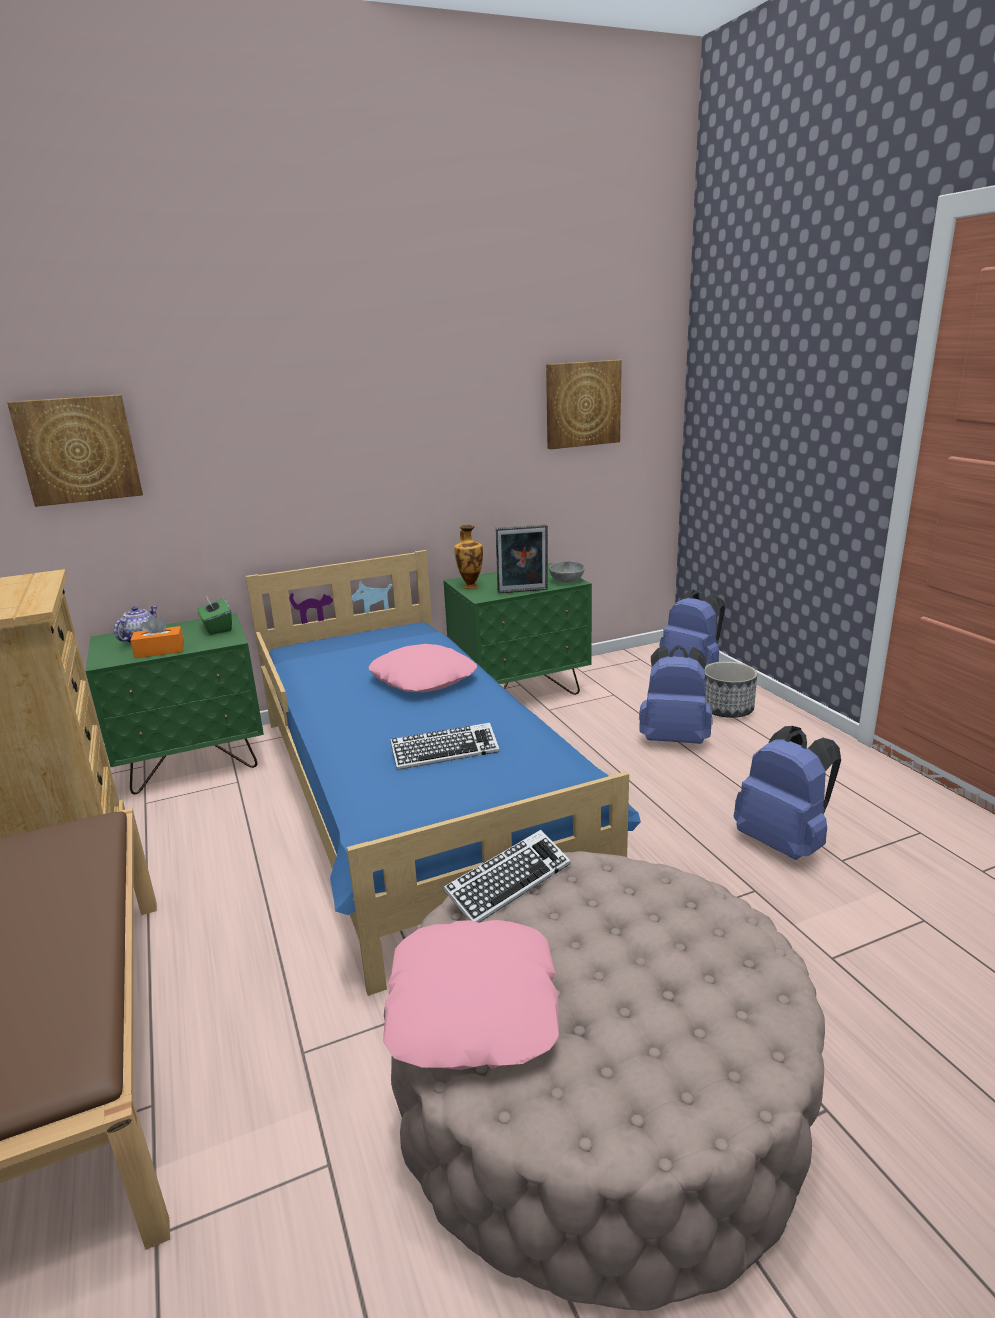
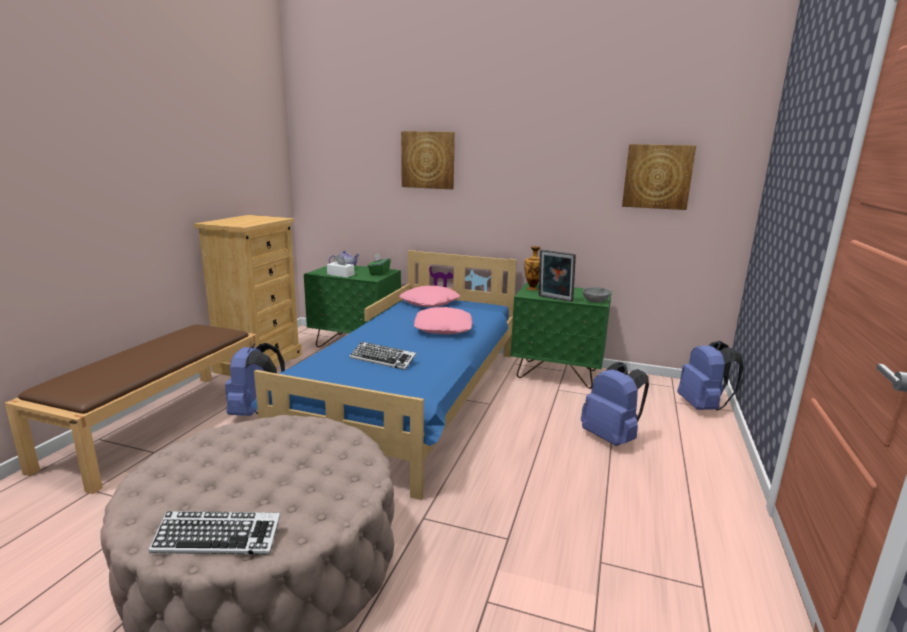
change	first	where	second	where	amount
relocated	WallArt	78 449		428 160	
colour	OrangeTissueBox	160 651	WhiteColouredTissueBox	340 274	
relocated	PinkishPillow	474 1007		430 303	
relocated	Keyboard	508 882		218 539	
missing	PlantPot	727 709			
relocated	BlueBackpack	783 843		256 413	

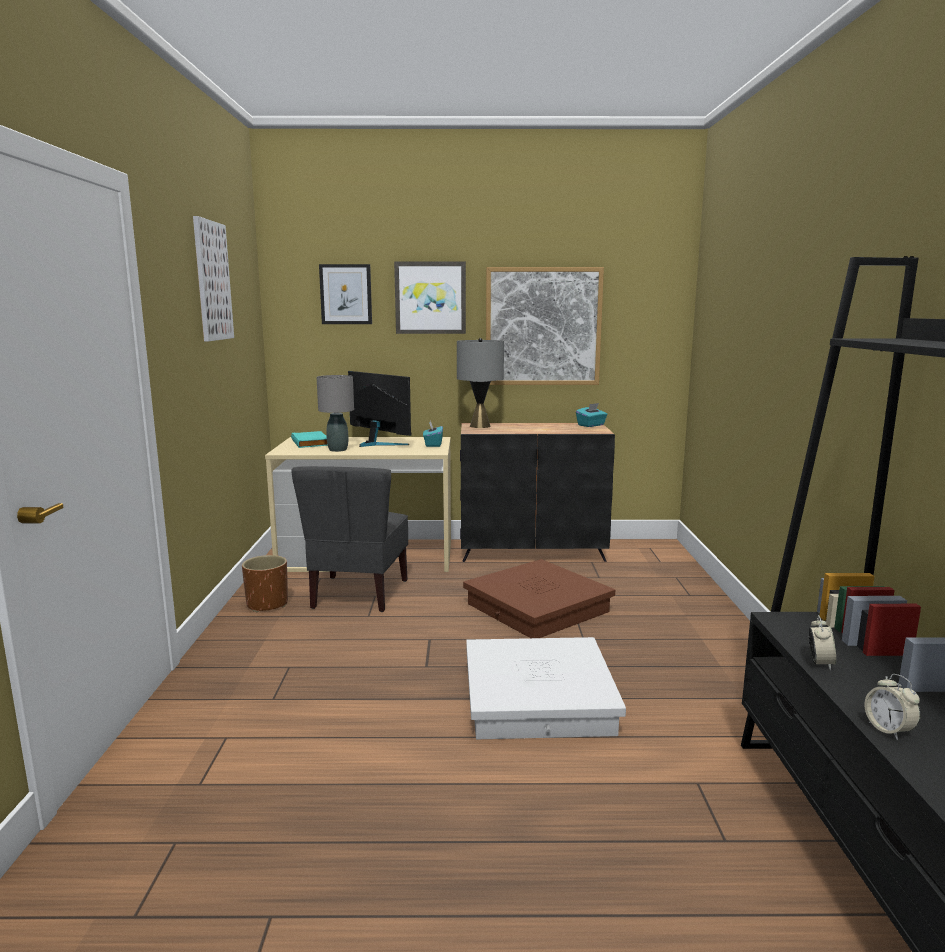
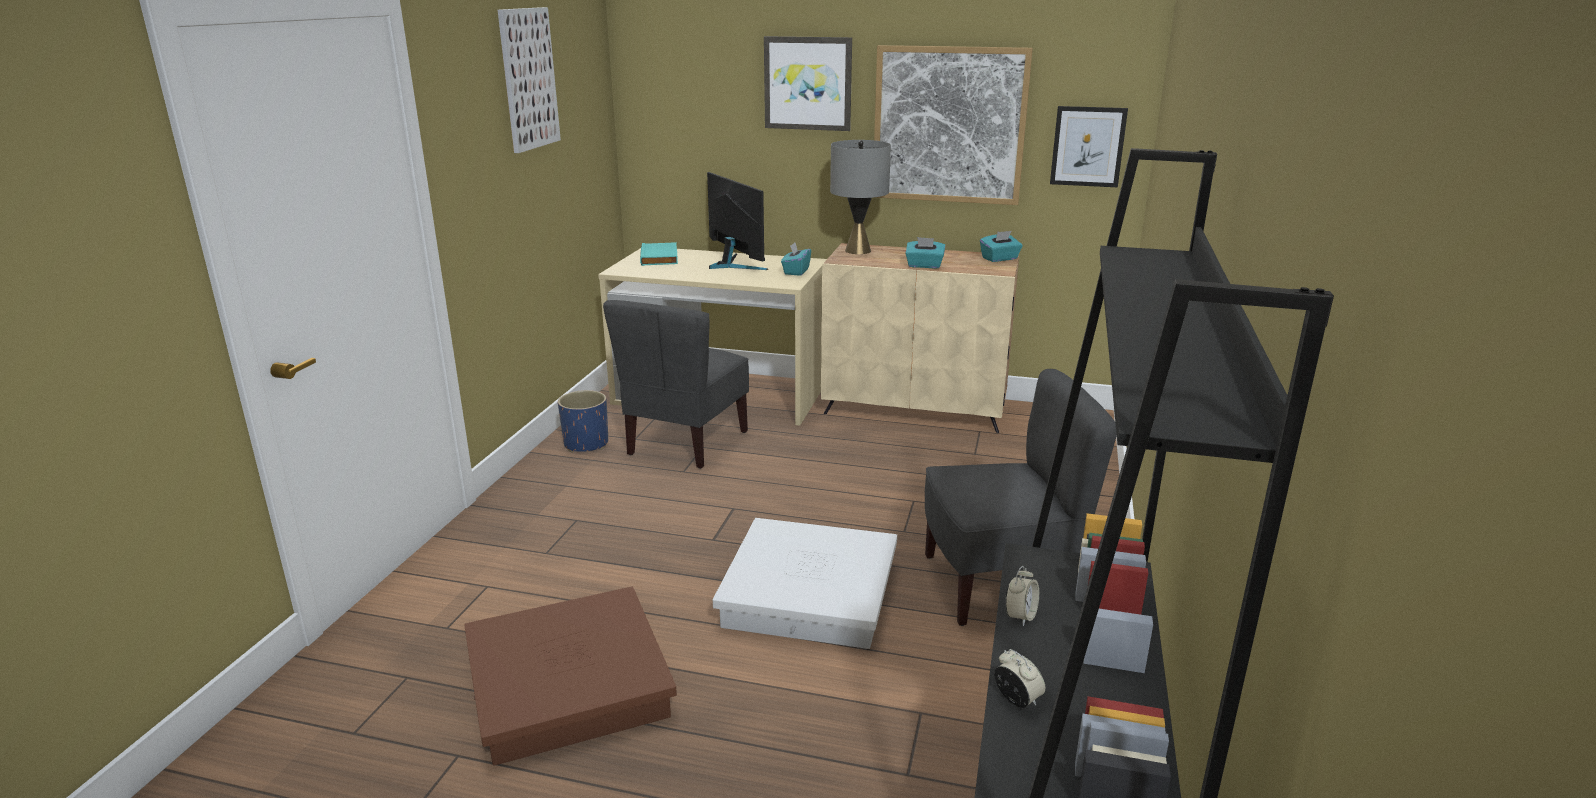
change	first	where	second	where	amount
colour	BrownPlantPot	267 604	BluePlantPot	586 444	
missing	GreyTableLamp	338 449			
relocated	WallArt	346 294		1087 146	
colour	BlackColouredCabinet	532 551	BeigeCabinet	915 409	
relocated	BrownStorageBin	537 607		568 684	
spun	BedsideClock	888 729		1017 700	150 degrees clockwise
appeared			TurquoiseColouredTissueBox	924 265	
appeared			GreyUprightChair	999 584	

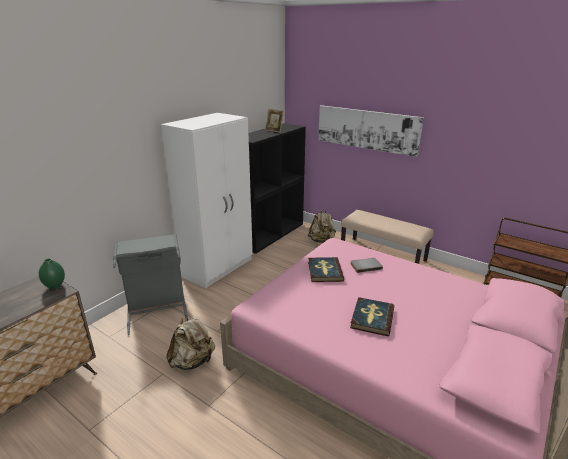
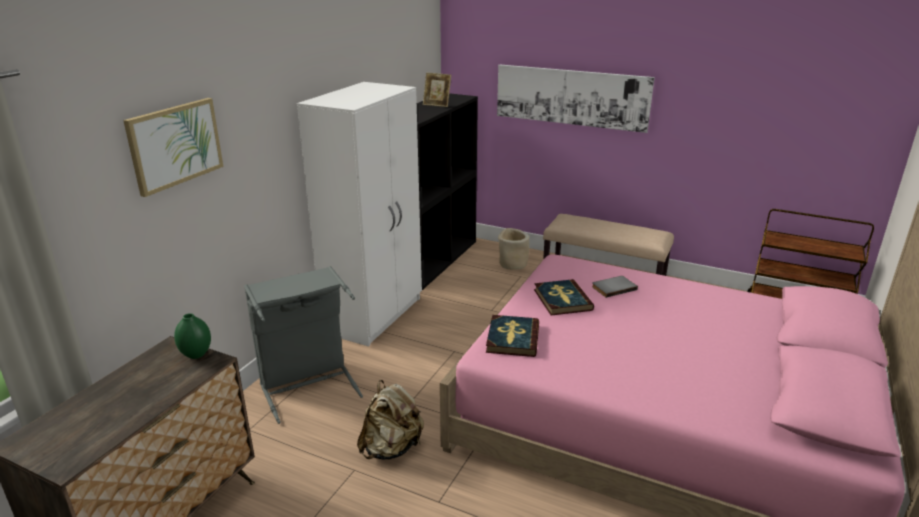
change	first	where	second	where	amount
exchanged	BeigeBackpack	322 241	BeigePlantPot	512 264	
relocated	Volume	372 318		512 338	
appeared			WallArt	175 145	

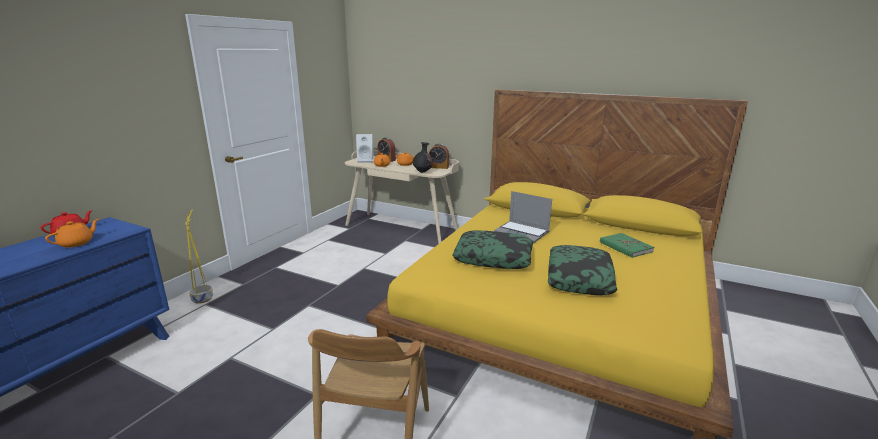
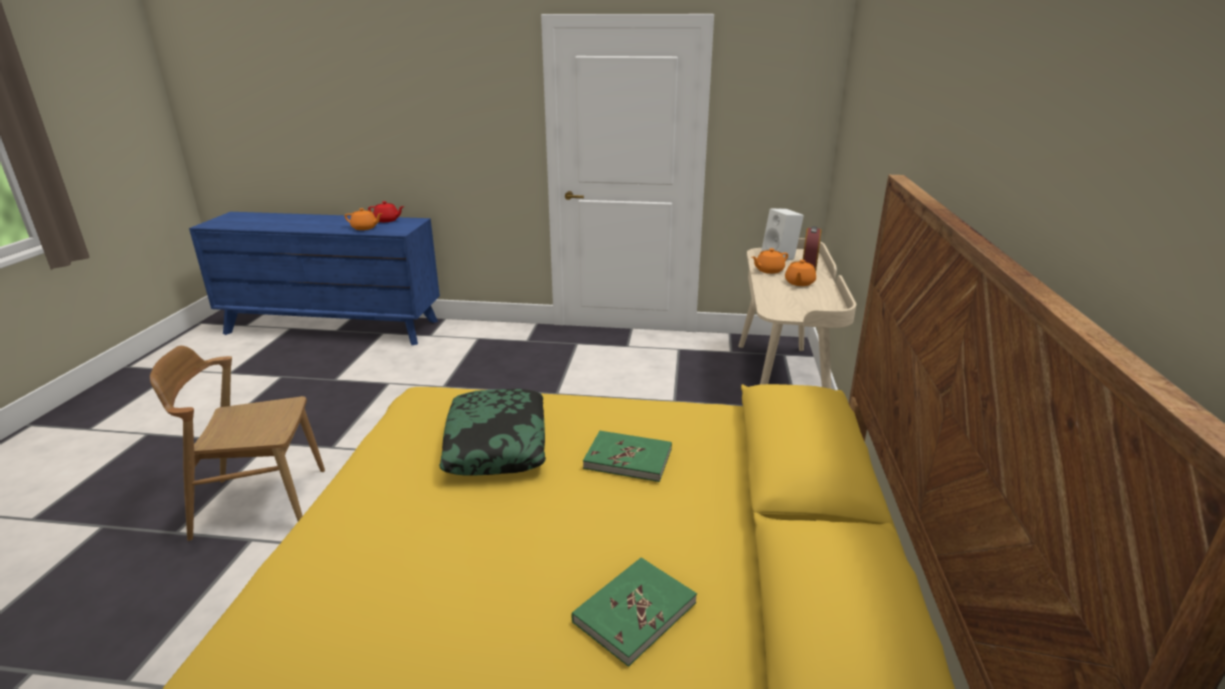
change	first	where	second	where	amount
missing	YellowPlantPot	203 299			
missing	BlackColouredDecorativeVase	423 172			
missing	BedsideClock	438 167			
exchanged	Laptop	522 232	GreenishVolume	628 459	
missing	Pillow	579 278			

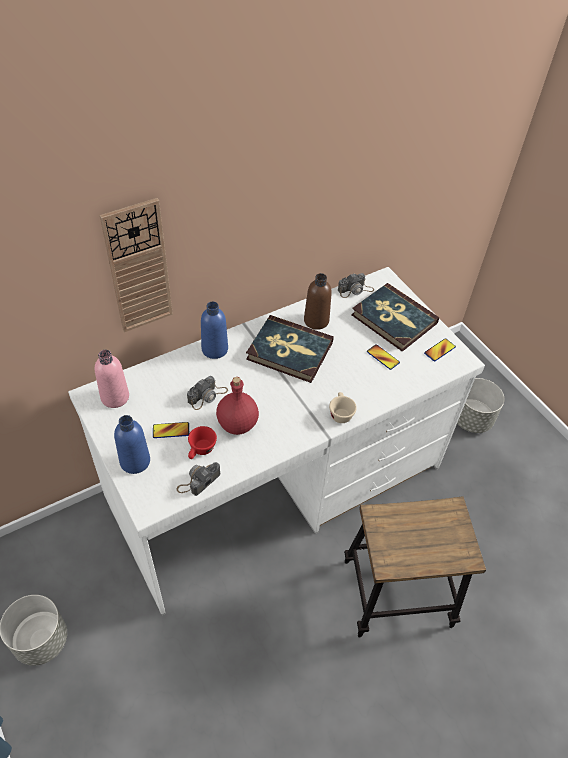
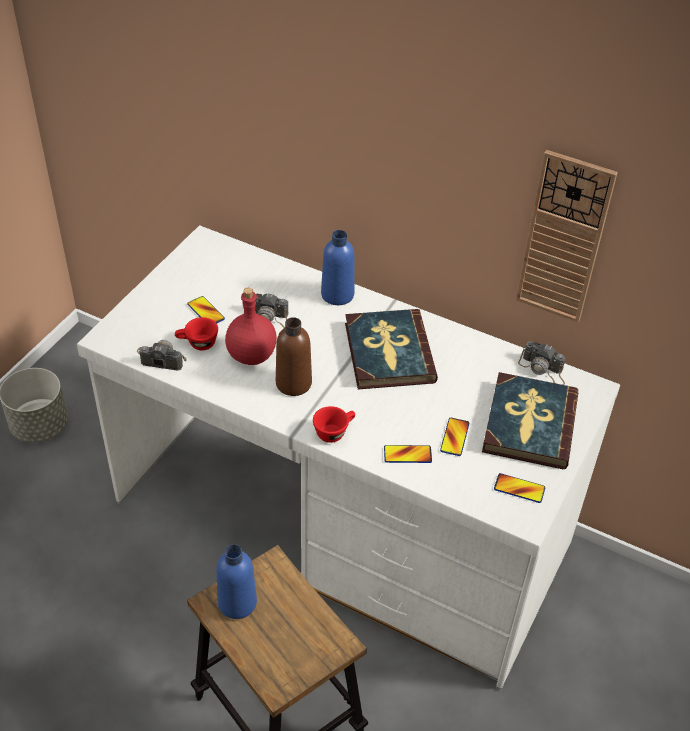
change	first	where	second	where	amount
missing	PinkishBottle	115 397			
relocated	HangingClock	138 268		564 239	
relocated	BlueBottle	135 461		237 603	
relocated	BrownBottle	316 321		293 383	
colour	BeigeSmallCup	340 413	ReddishSmallCup	334 431	
missing	GreyPlantPot	472 419			
appeared			Handset	407 455	

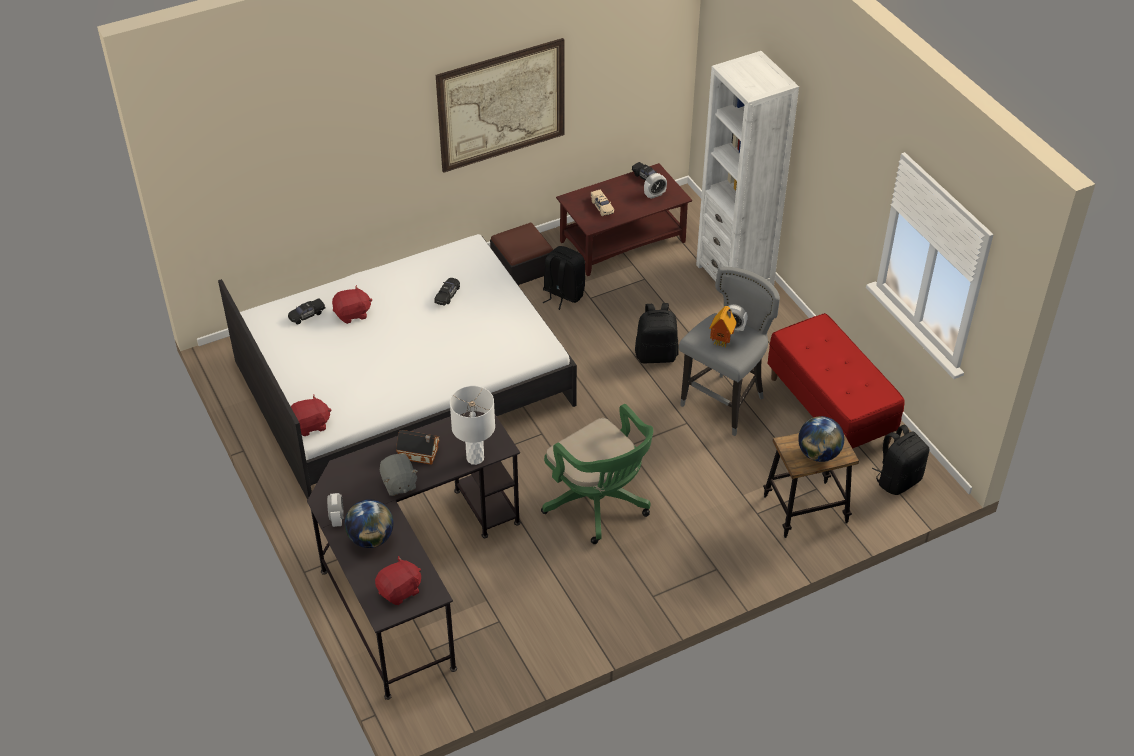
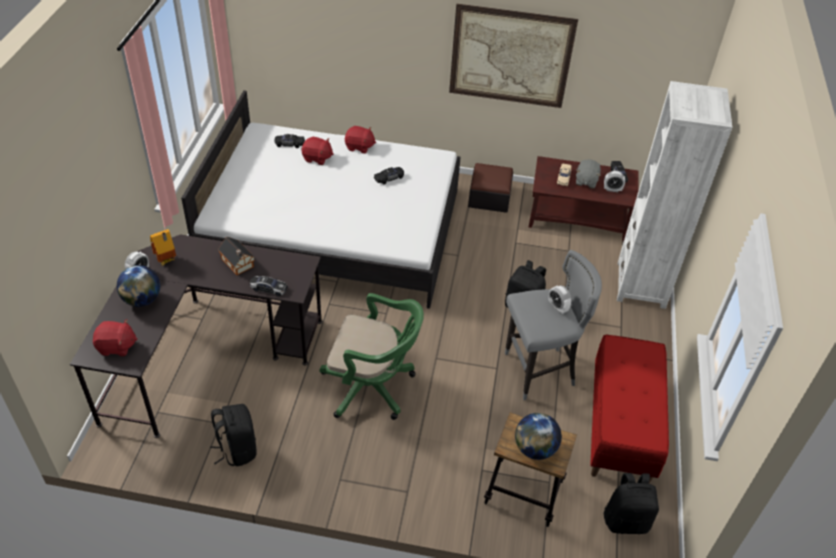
change	first	where	second	where	amount
relocated	ReddishPlushToy	310 425		359 147	
relocated	GreyPlushToy	398 484		586 181	
exchanged	WhiteColouredTableLamp	475 458	ModelCar	268 288	
spun	GreenishOfficeChair	599 505		372 387	75 degrees counterclockwise
relocated	BlackColouredBackpack	562 294		237 449	
relocated	ToyHouse	722 342		166 261	

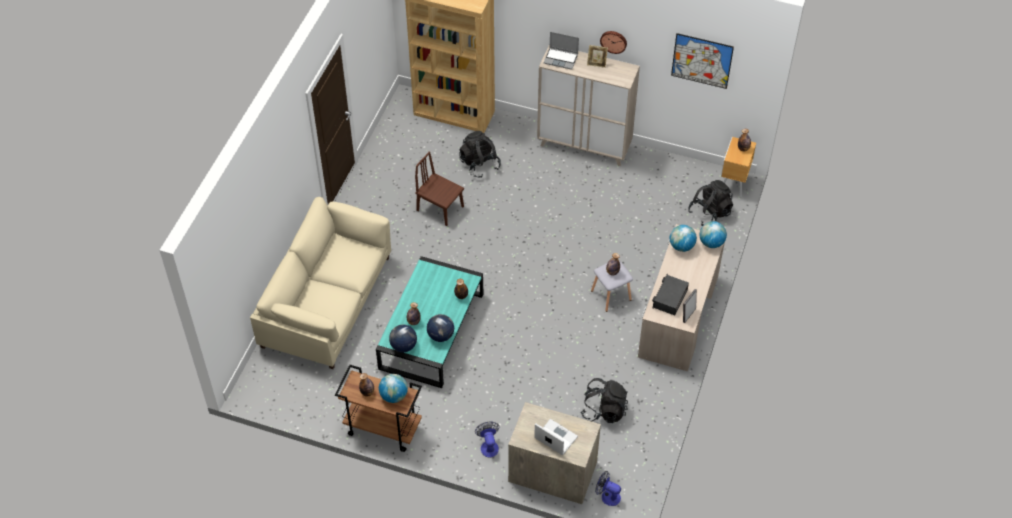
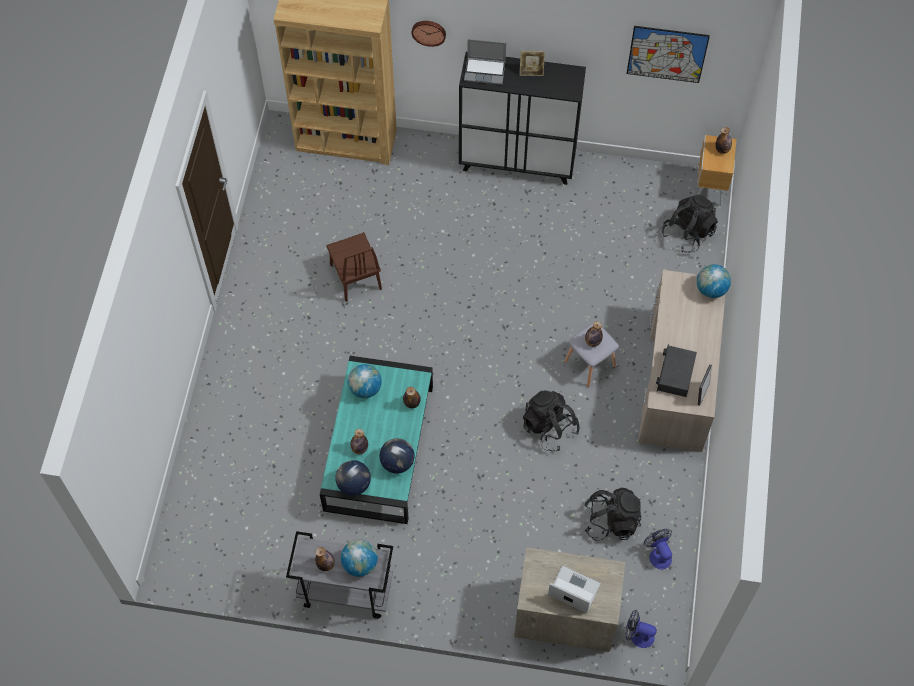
change	first	where	second	where	amount
missing	BeigeSettee	327 302			
colour	BrownWheeledCart	382 428	GreyWheeledCart	345 591	
spun	BrownUprightChair	440 208		355 276	135 degrees counterclockwise
relocated	BlackColouredBackpack	479 164		549 427	
relocated	CoolingFan	488 446		658 554	
colour	BeigeCabinet	584 146	BlackColouredCabinet	517 163	
relocated	HangingClock	613 41		429 32	
relocated	WorldGlobe	681 246		365 388	

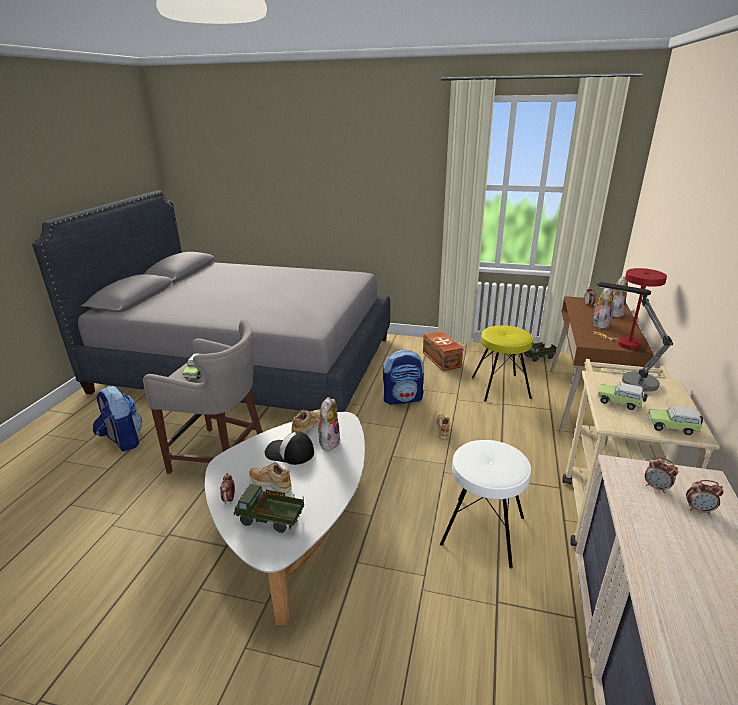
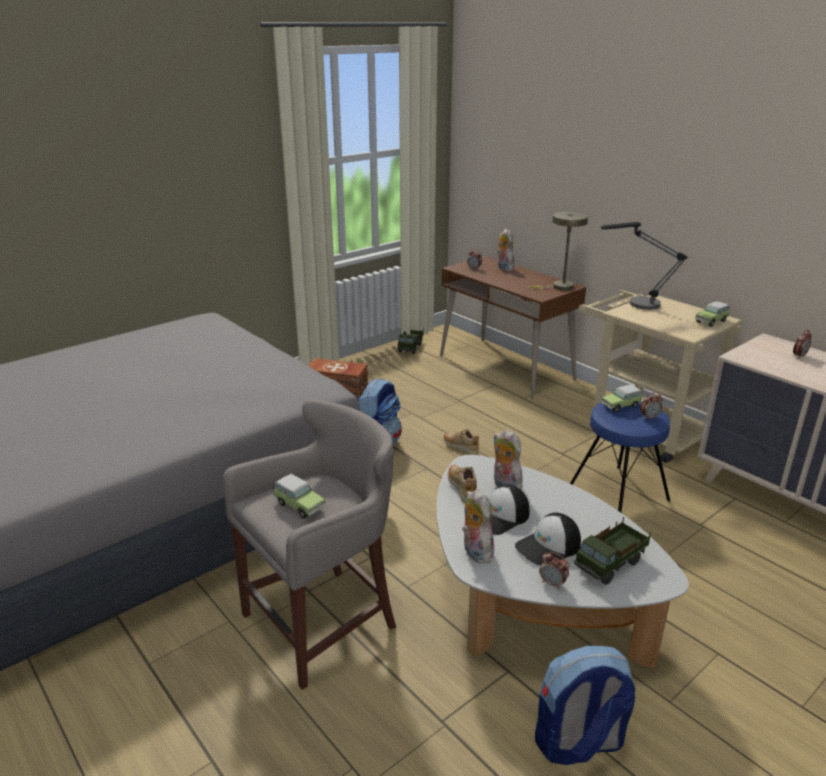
change	first	where	second	where	amount
relocated	Backpack	122 441		578 743	
exchanged	BeigeShoe	271 484	Cap	548 547	
colour	WhiteColouredStoolSeat	483 530	BlueStoolSeat	618 493	
missing	YellowStoolSeat	500 387			
colour	ReddishTableLamp	624 343	BeigeTableLamp	559 287	
relocated	PlushToy	599 324		475 552	
relocated	ModelCar	620 403		621 406	
relocated	BedsideClock	656 487		649 417	

